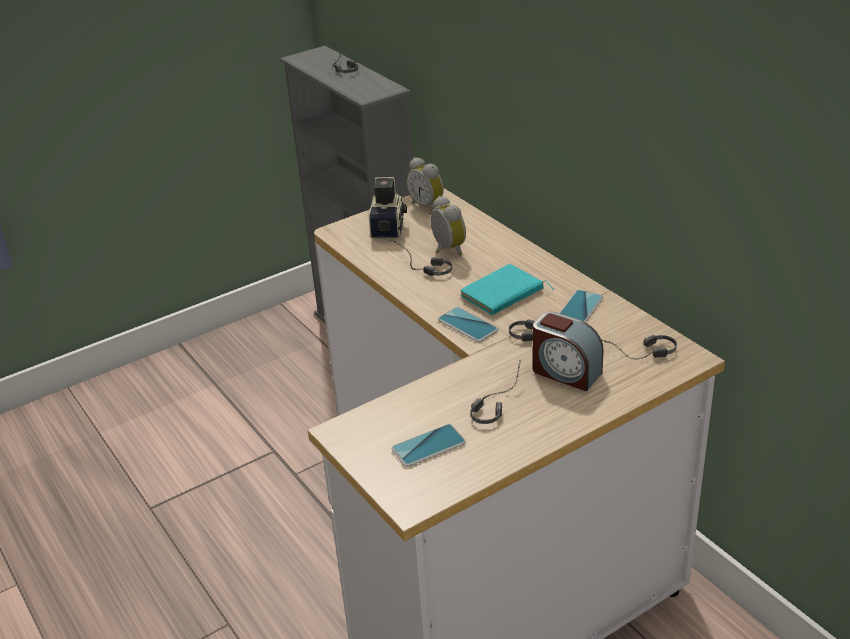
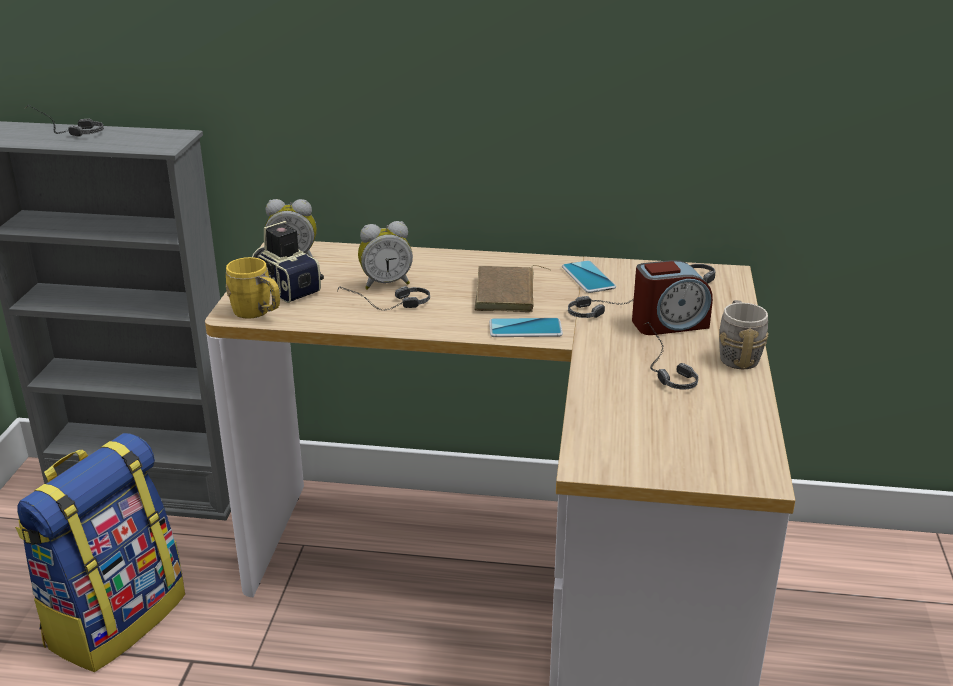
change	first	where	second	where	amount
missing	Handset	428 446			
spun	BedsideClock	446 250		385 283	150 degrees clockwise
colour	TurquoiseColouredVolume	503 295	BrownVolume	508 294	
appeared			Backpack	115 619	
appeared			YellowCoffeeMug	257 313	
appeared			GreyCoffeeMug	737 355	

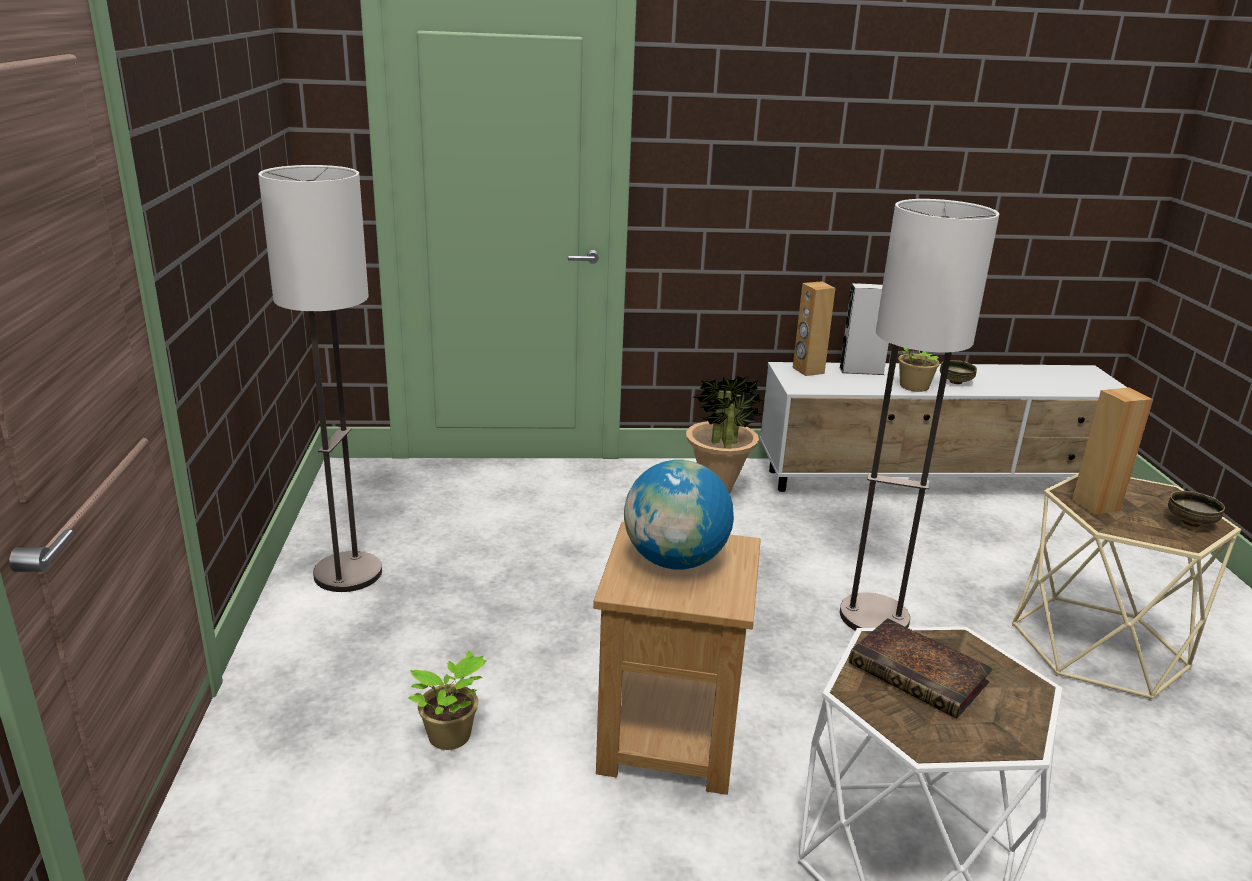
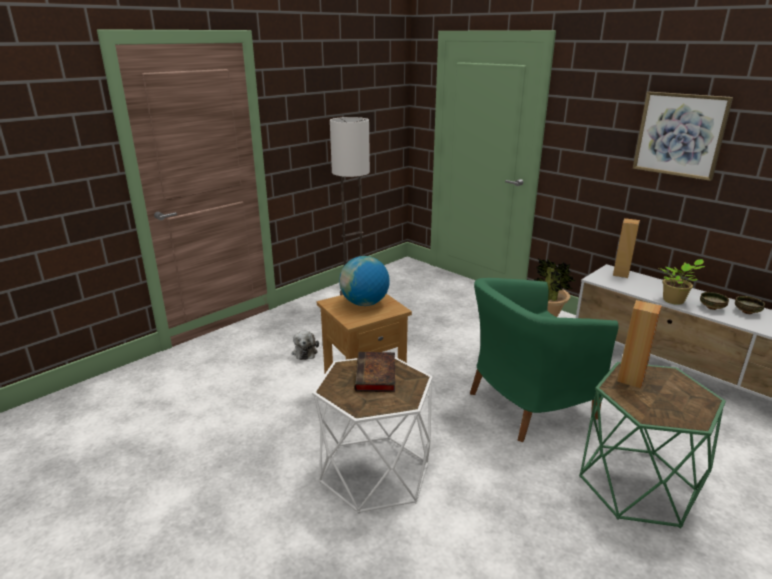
change	first	where	second	where	amount
exchanged	Houseplant	451 738	PlushToy	305 352	
missing	GreyAudioSpeaker	861 371			
exchanged	StandingLamp	873 617	GreenishEasyChair	527 404	
colour	BeigeEndTable	1097 646	GreenishEndTable	636 484	
relocated	ServingBowl	1190 523		746 312	
appeared			WallArt	680 135	

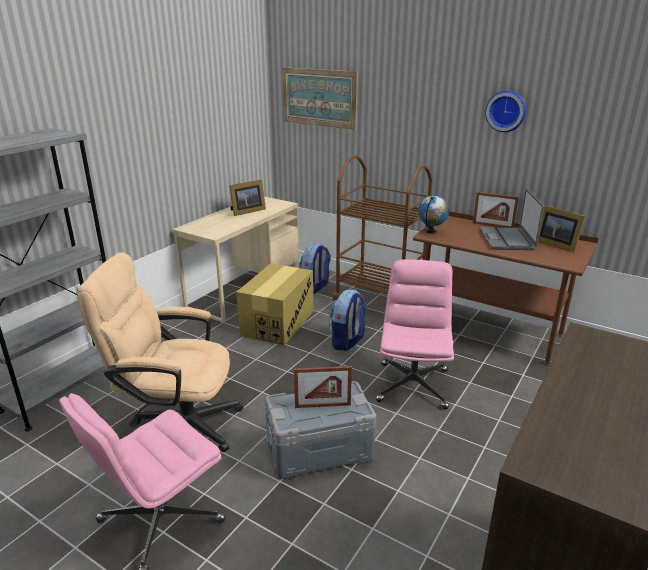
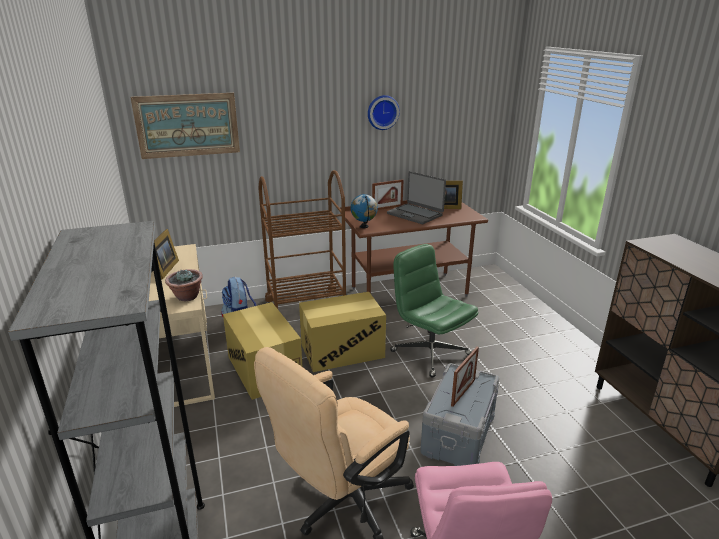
change	first	where	second	where	amount
exchanged	Backpack	347 342	CardboardBox	342 350	
colour	PinkishOfficeChair	412 384	GreenishOfficeChair	430 353	
appeared			Houseplant	187 297	

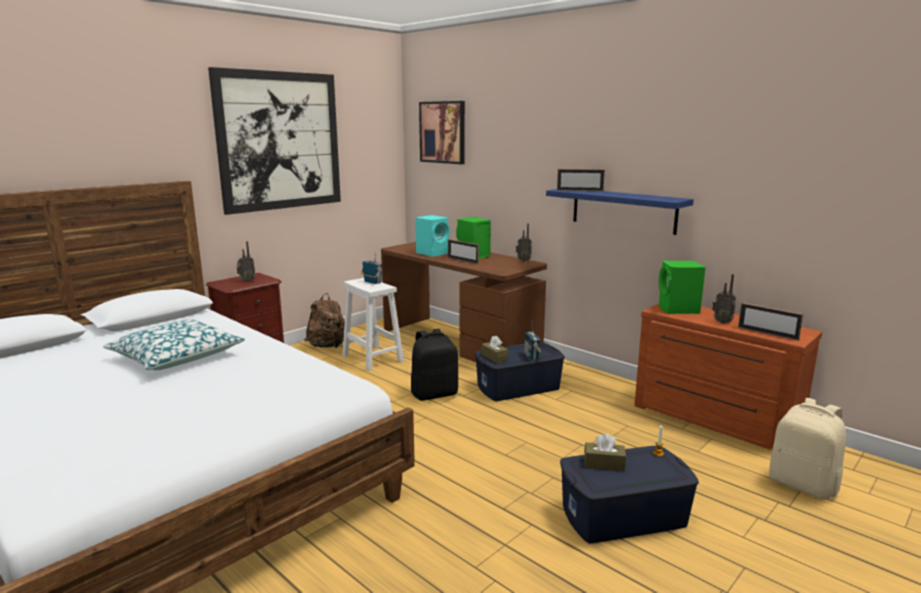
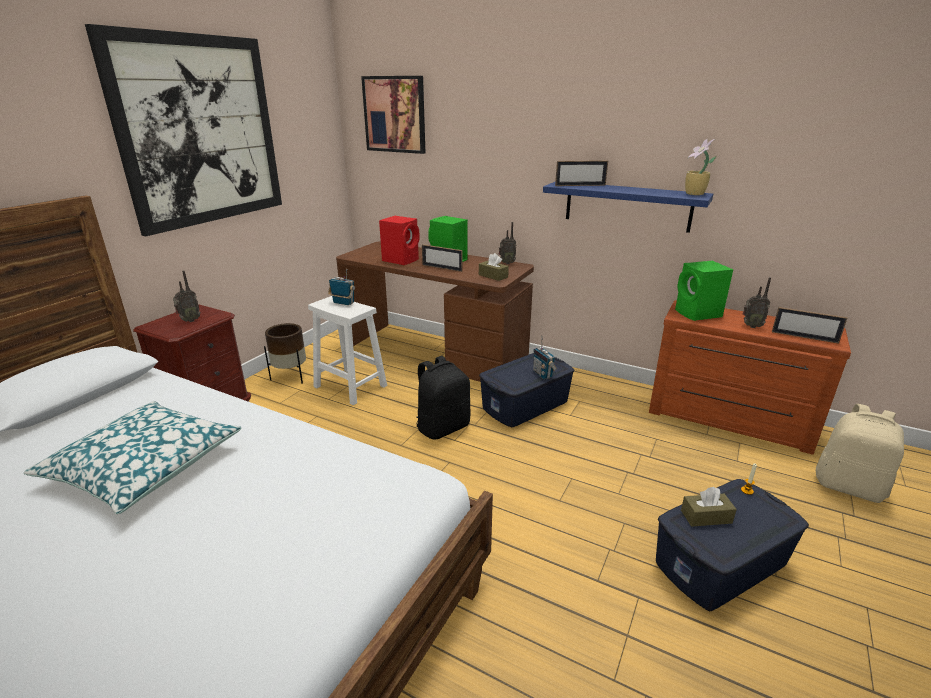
change	first	where	second	where	amount
exchanged	BrownBackpack	328 346	BrownPlantPot	291 376	
colour	TurquoiseColouredAudioSpeaker	433 253	ReddishAudioSpeaker	401 260	
relocated	BrownTissueBox	494 357		493 276	
appeared			Houseplant	694 194	

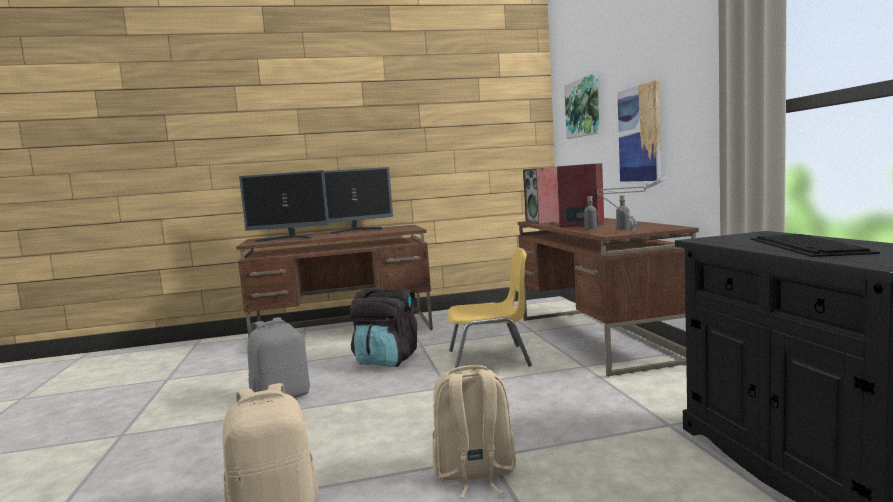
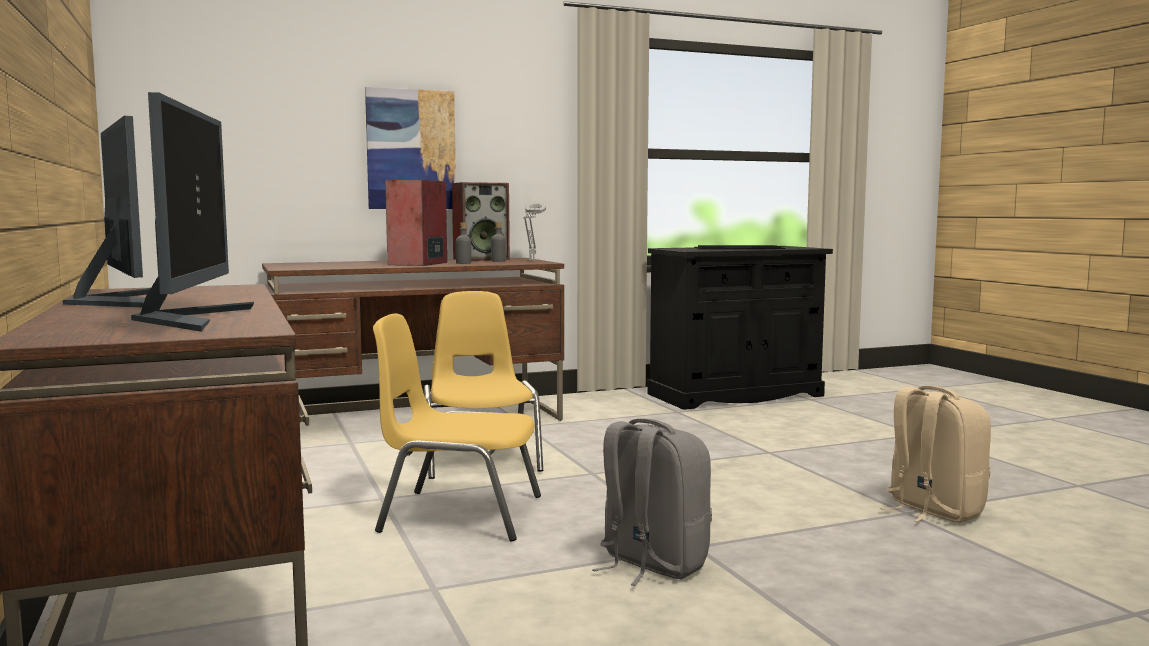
change	first	where	second	where	amount
exchanged	BlackColouredBackpack	387 360	YellowUprightChair	459 514	
missing	BeigeBackpack	474 474			
relocated	AudioSpeaker	544 222		481 259	
missing	WallArt	583 108			

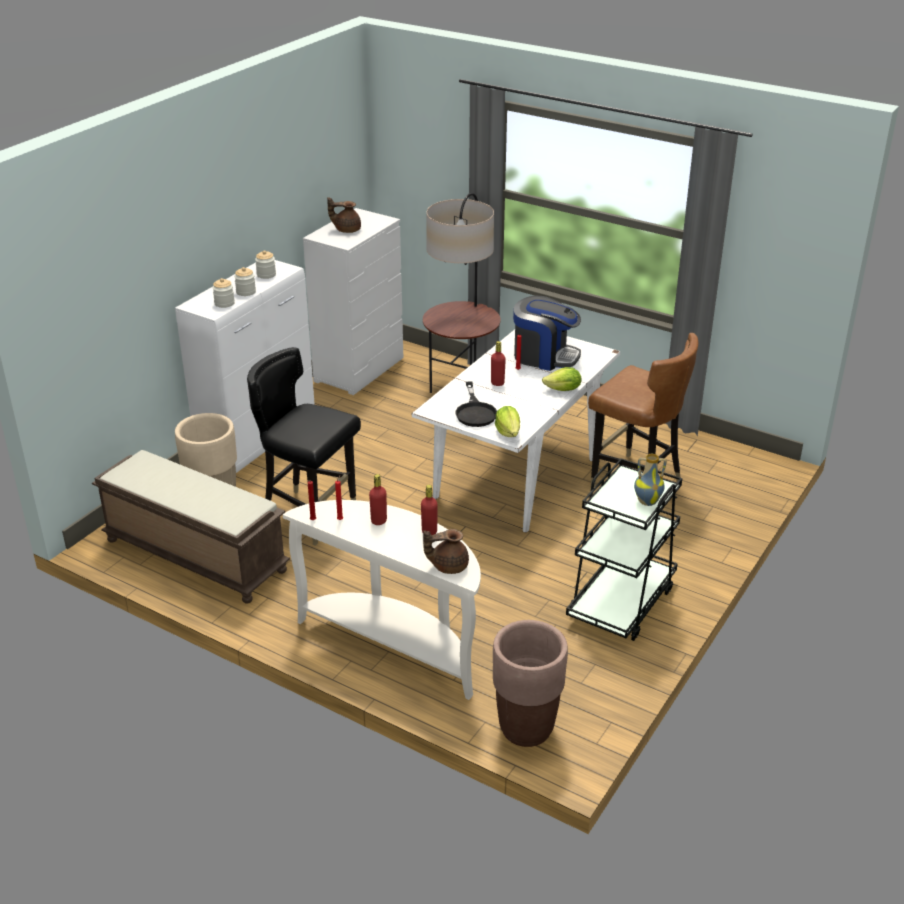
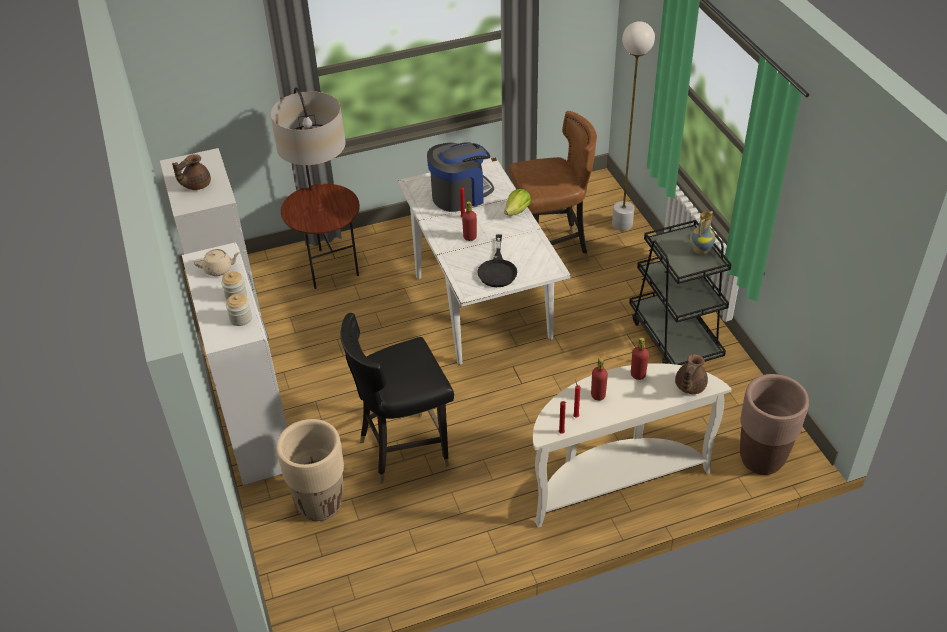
change	first	where	second	where	amount
missing	BrownLongSeat	194 556			
exchanged	PreserveJar	266 275	BeigePotForTea	219 269	
spun	BlackColouredFryingPan	475 412		497 269	60 degrees clockwise
missing	Lettuce	508 432			
appeared			WhiteColouredStandingLamp	622 224	

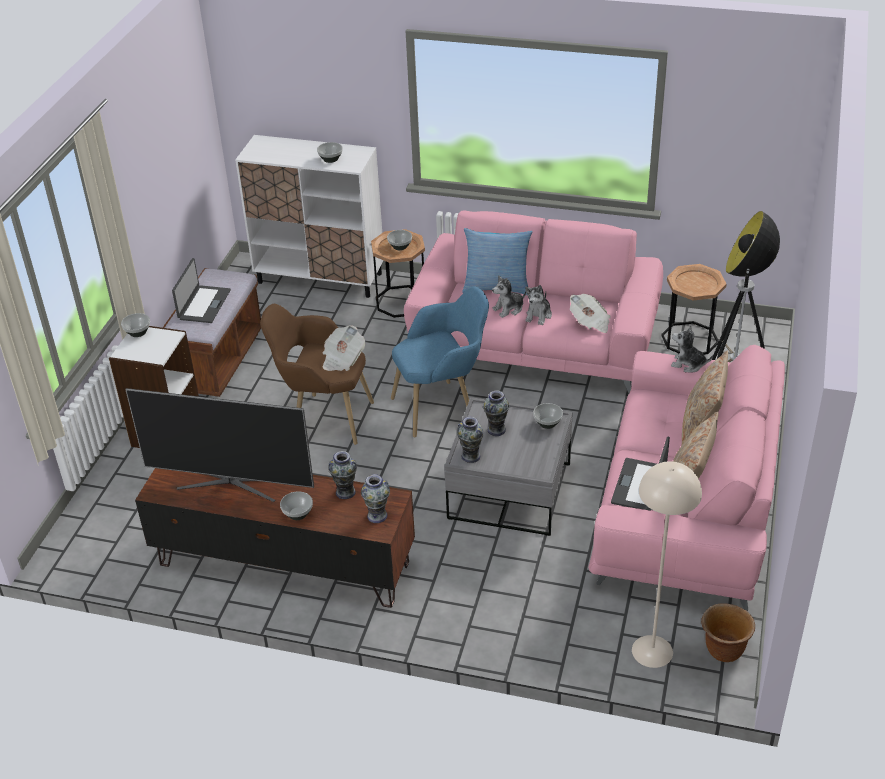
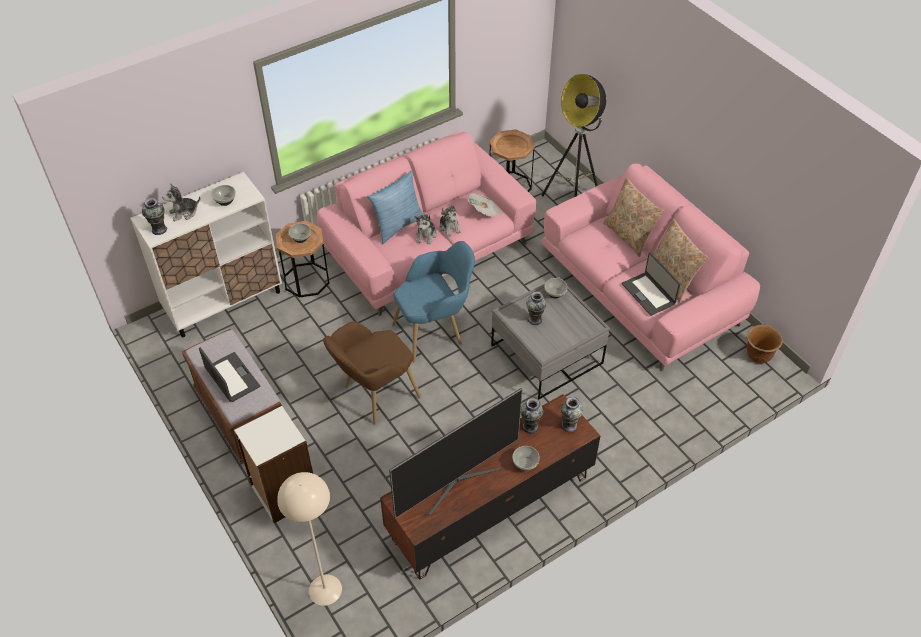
change	first	where	second	where	amount
missing	ServingBowl	137 332			
missing	Newspaper	342 359			
spun	BlueEasyChair	443 406		435 331	45 degrees clockwise
relocated	DecorativeVase	470 456		159 229	
relocated	BeigeStandingLamp	651 651		324 590	
relocated	PlushToy	688 364		184 212	

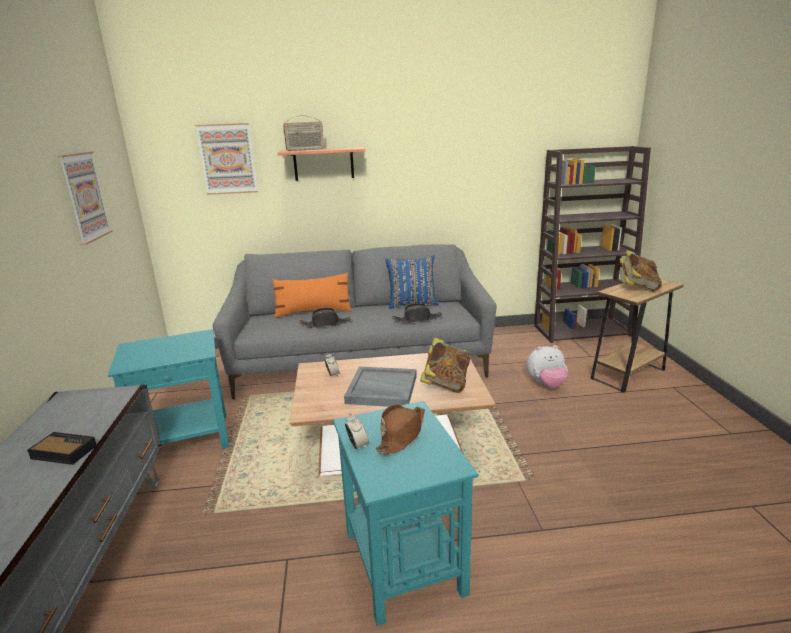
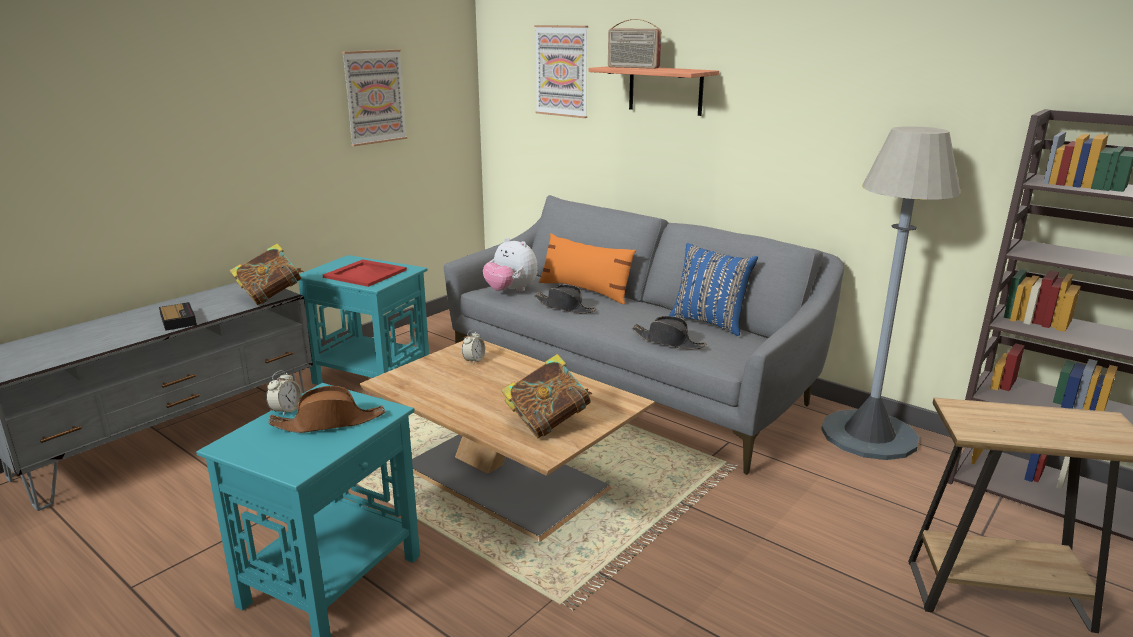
change	first	where	second	where	amount
missing	GreyTray	381 390			
relocated	PlushToy	546 384		511 291	
relocated	Volume	637 287		271 297	
appeared			ReddishTray	366 273	
appeared			GreyStandingLamp	869 435	

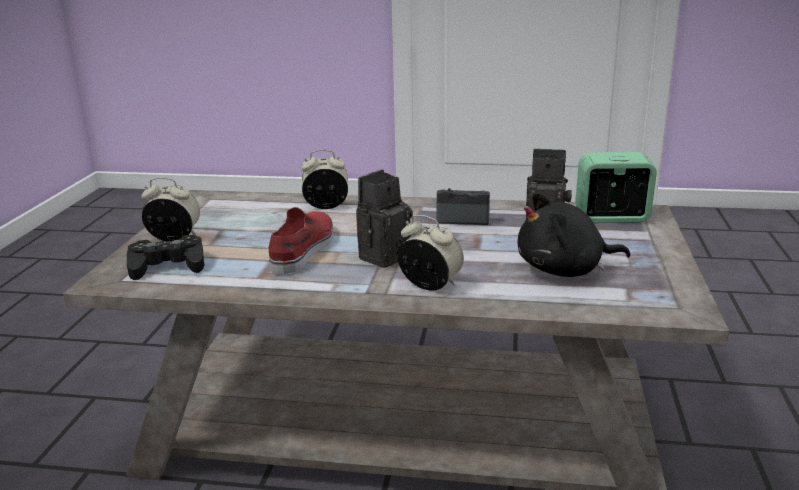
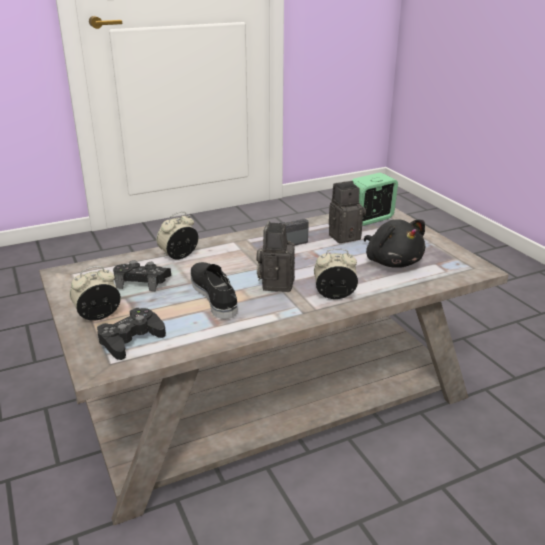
change	first	where	second	where	amount
colour	ReddishShoe	304 249	BlackColouredShoe	214 294	
spun	BlackColouredPlushToy	565 270		392 261	75 degrees counterclockwise
appeared			BlackColouredJoypad	142 281	

